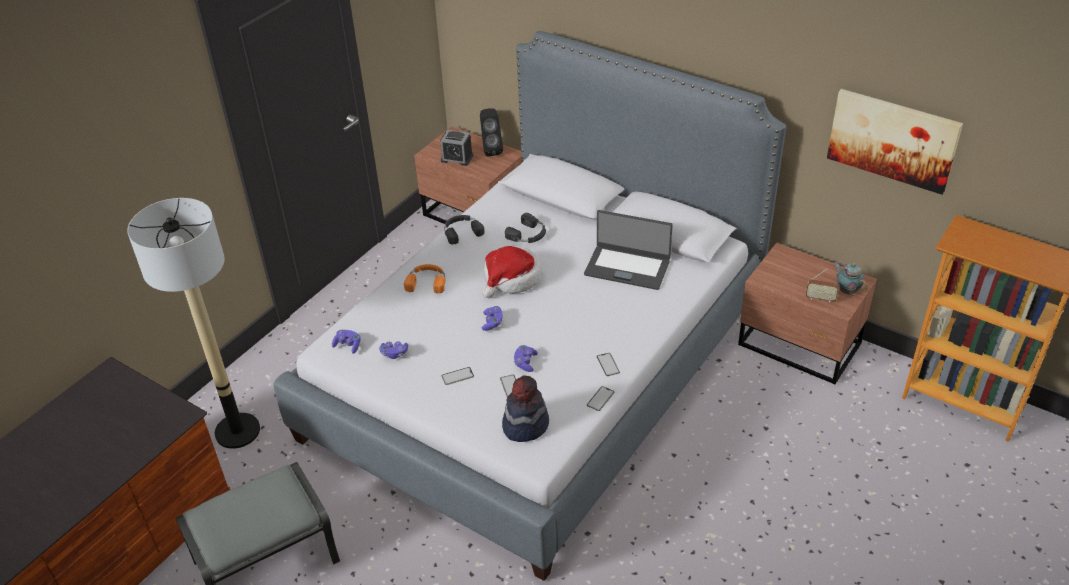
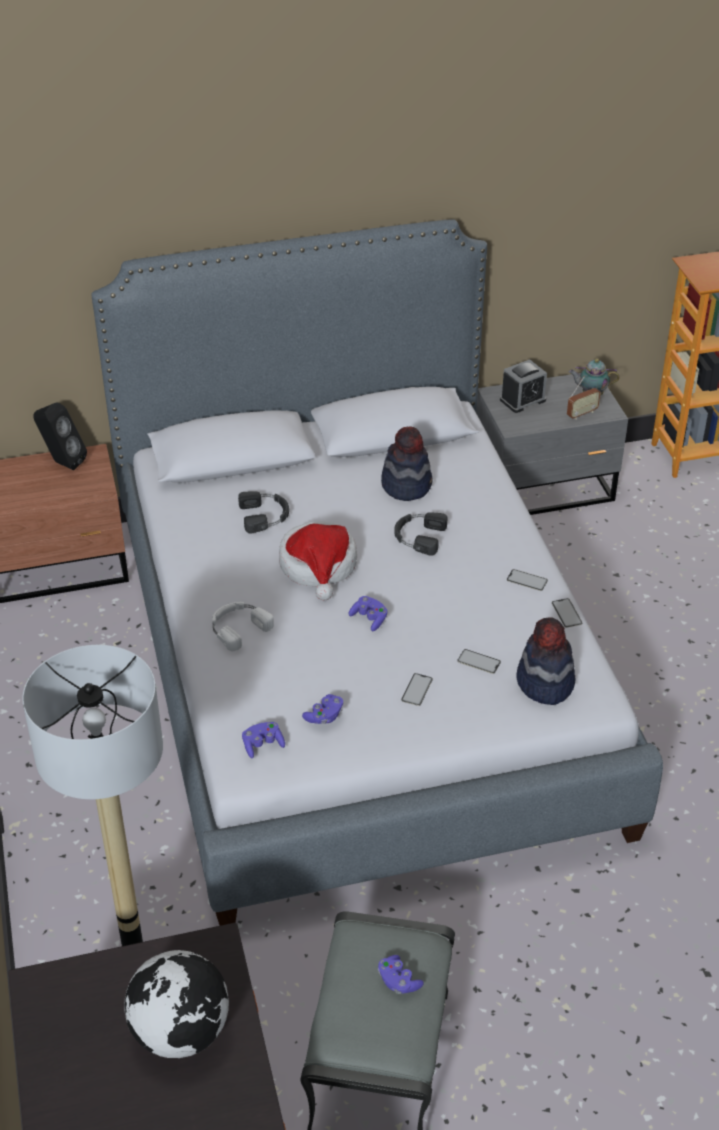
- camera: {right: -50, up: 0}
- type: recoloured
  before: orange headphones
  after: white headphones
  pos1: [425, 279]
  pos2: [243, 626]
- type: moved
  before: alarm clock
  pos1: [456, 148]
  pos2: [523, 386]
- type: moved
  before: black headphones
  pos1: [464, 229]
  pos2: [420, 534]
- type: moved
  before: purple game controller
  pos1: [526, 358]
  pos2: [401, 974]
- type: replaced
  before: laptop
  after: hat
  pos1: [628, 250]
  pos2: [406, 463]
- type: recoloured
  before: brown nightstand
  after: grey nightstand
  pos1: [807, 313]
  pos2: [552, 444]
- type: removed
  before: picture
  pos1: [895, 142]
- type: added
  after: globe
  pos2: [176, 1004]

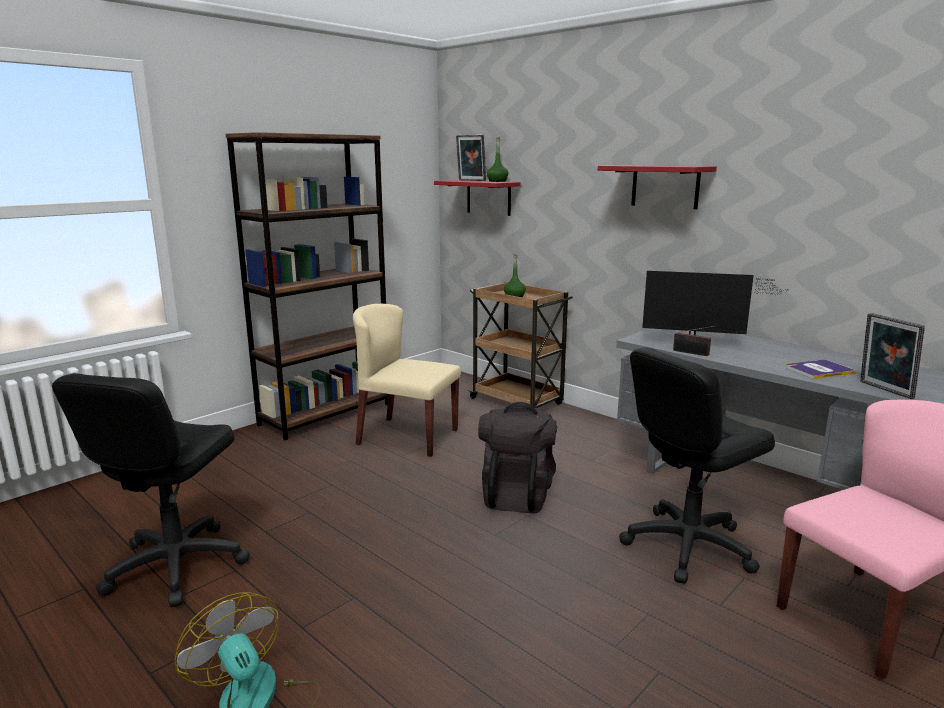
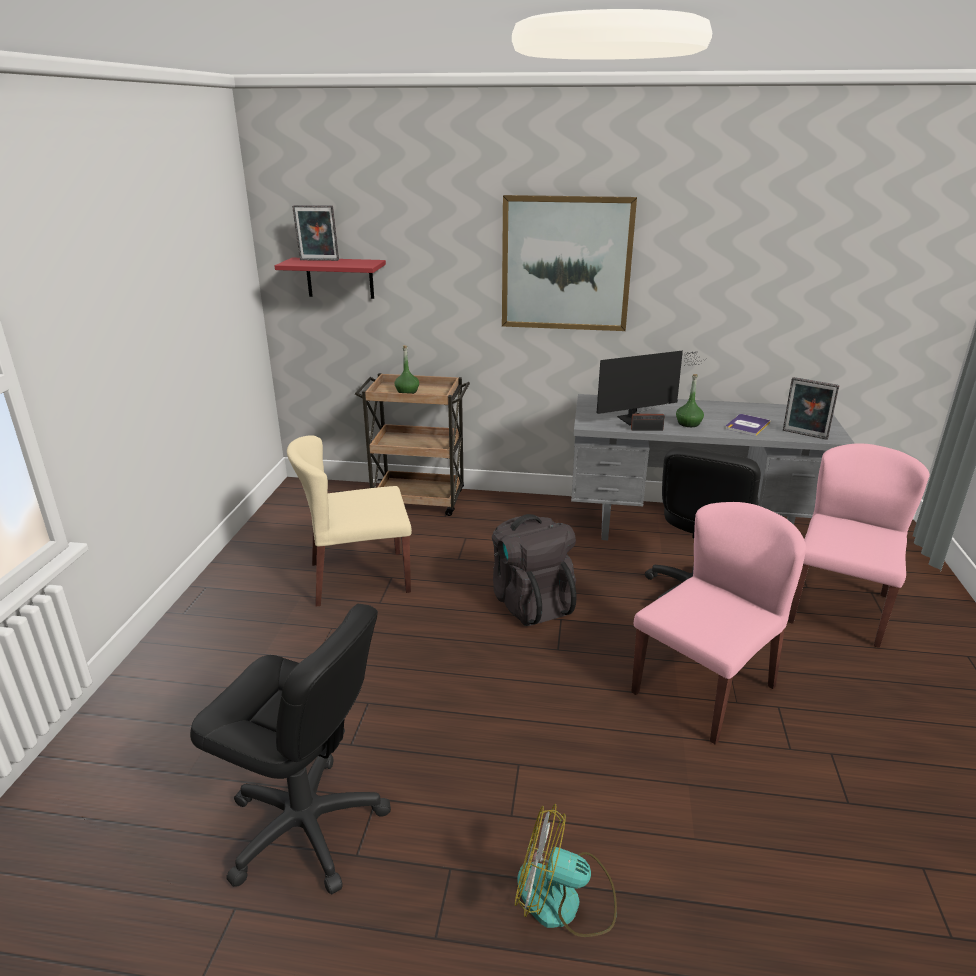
- camera: {right: -35, up: 10}
- type: turned
  before: black office chair
  pos1: [151, 490]
  pos2: [290, 749]
  turn: -45
- type: removed
  before: brown bookcase
  pos1: [307, 286]
- type: moved
  before: green bottle
  pos1: [498, 159]
  pos2: [690, 400]
- type: replaced
  before: red shelf
  after: picture
  pos1: [657, 187]
  pos2: [569, 263]
- type: added
  after: pink chair
  pos2: [718, 623]

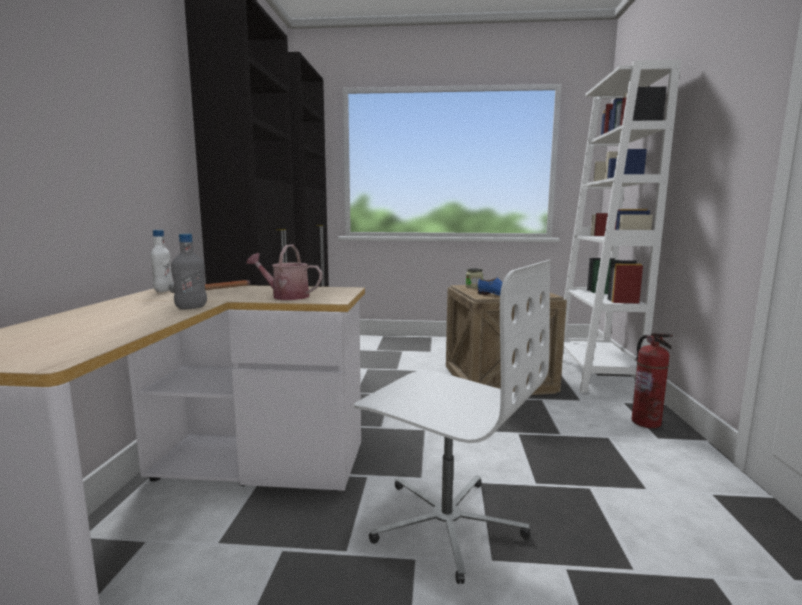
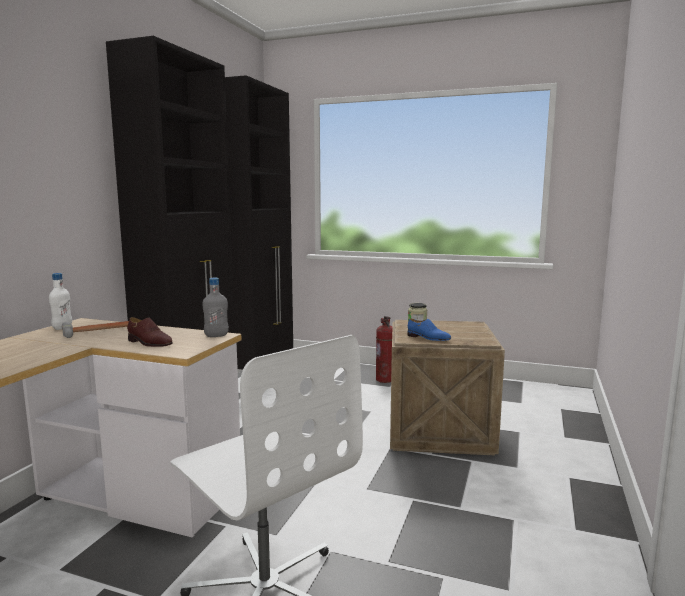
- camera: {right: 15, up: 0}
- type: moved
  before: grey bottle
  pos1: [189, 271]
  pos2: [216, 307]
- type: replaced
  before: watering can
  after: brown shoe
  pos1: [284, 272]
  pos2: [150, 332]
- type: removed
  before: white bookcase
  pos1: [622, 226]
- type: moved
  before: fire extinguisher
  pos1: [652, 380]
  pos2: [384, 349]

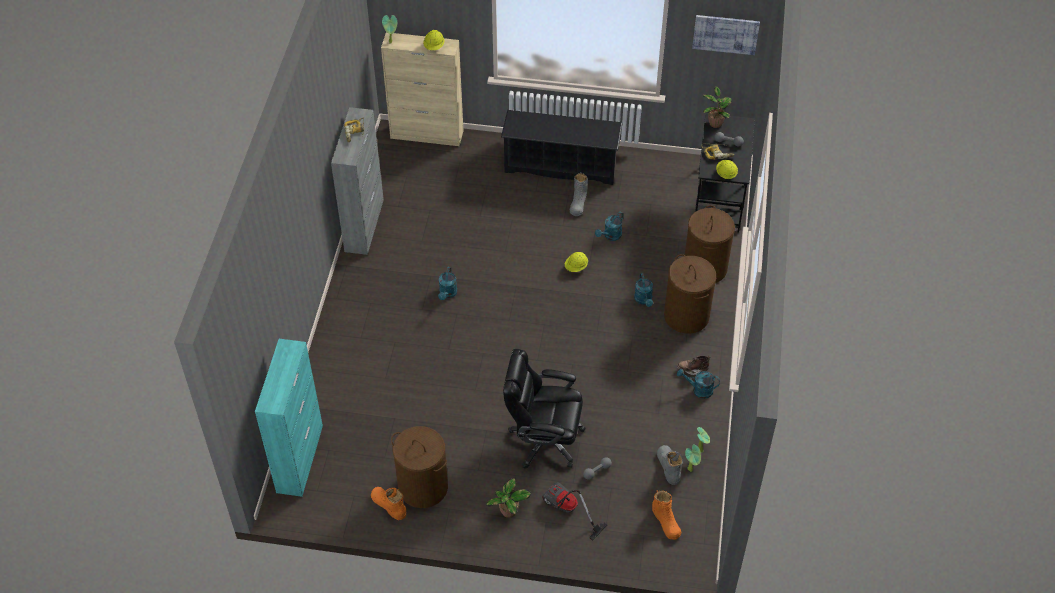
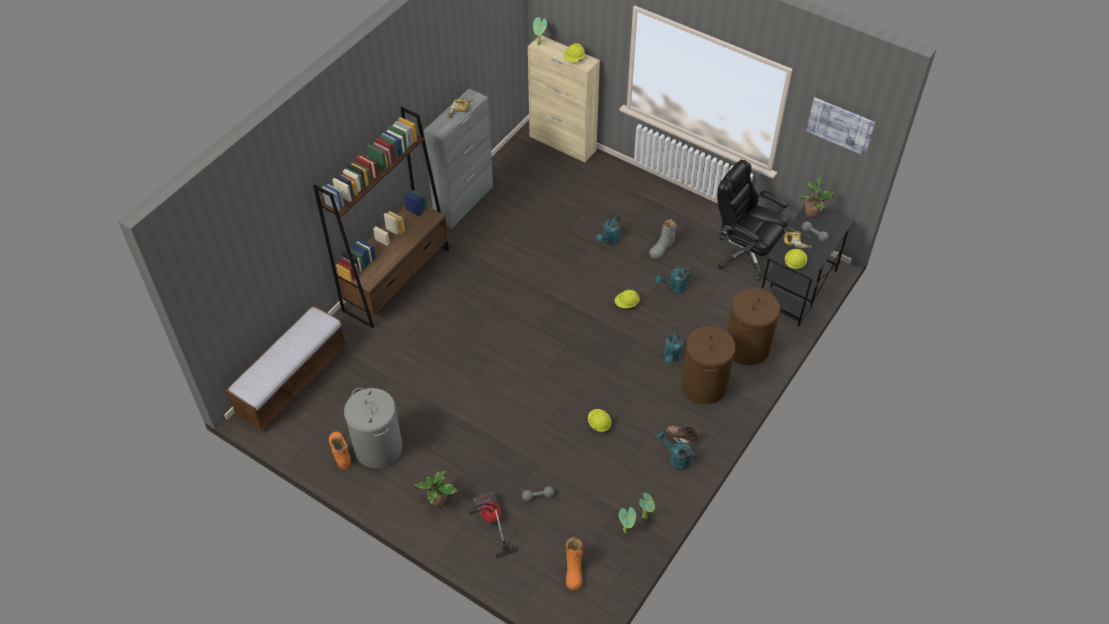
- camera: {right: 25, up: 0}
- type: replaced
  before: turquoise cabinet
  after: bench
  pos1: [289, 418]
  pos2: [286, 368]
- type: recoloured
  before: brown laundry basket
  after: grey laundry basket
  pos1: [419, 467]
  pos2: [373, 428]
- type: moved
  before: turquoise watering can
  pos1: [448, 283]
  pos2: [608, 229]
- type: removed
  before: black shoe rack
  pos1: [562, 147]
- type: moved
  before: black office chair
  pos1: [544, 409]
  pos2: [752, 220]
- type: removed
  before: grey boot
  pos1: [670, 465]
- type: added
  after: brown bookcase
  pos2: [381, 217]
- type: added
  after: yellow hard hat
  pos2: [599, 420]

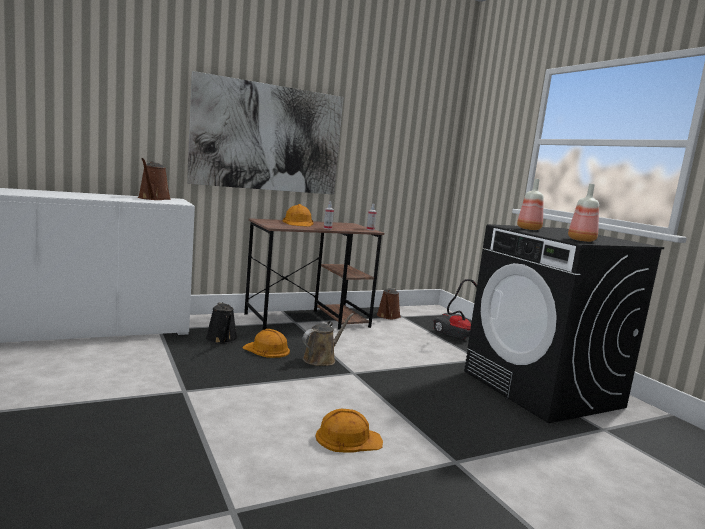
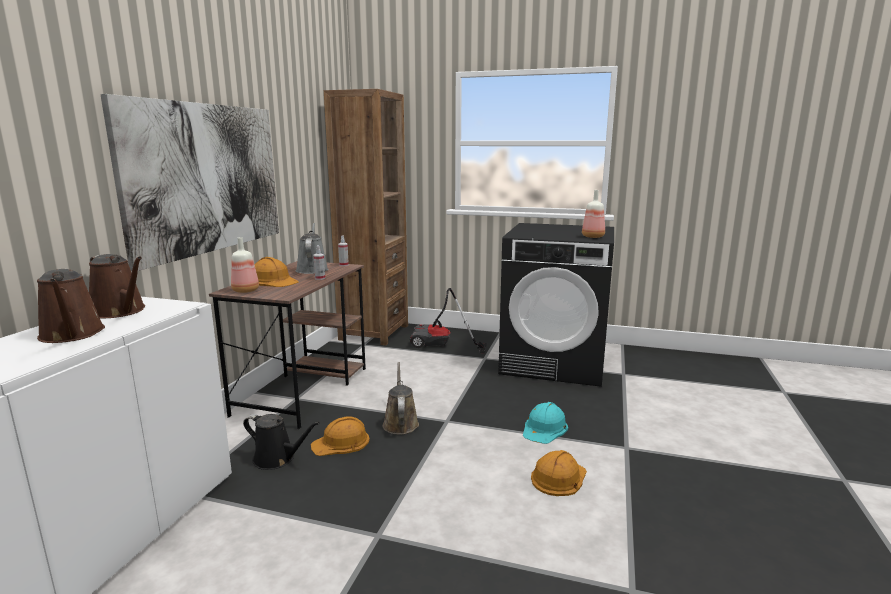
- camera: {right: -45, up: 5}
- type: moved
  before: brown watering can
  pos1: [389, 303]
  pos2: [71, 305]
- type: moved
  before: bottle
  pos1: [530, 204]
  pos2: [245, 265]
- type: added
  after: grey watering can
  pos2: [312, 248]
- type: added
  after: brown bookcase
  pos2: [366, 217]
- type: added
  after: turquoise hard hat
  pos2: [545, 423]

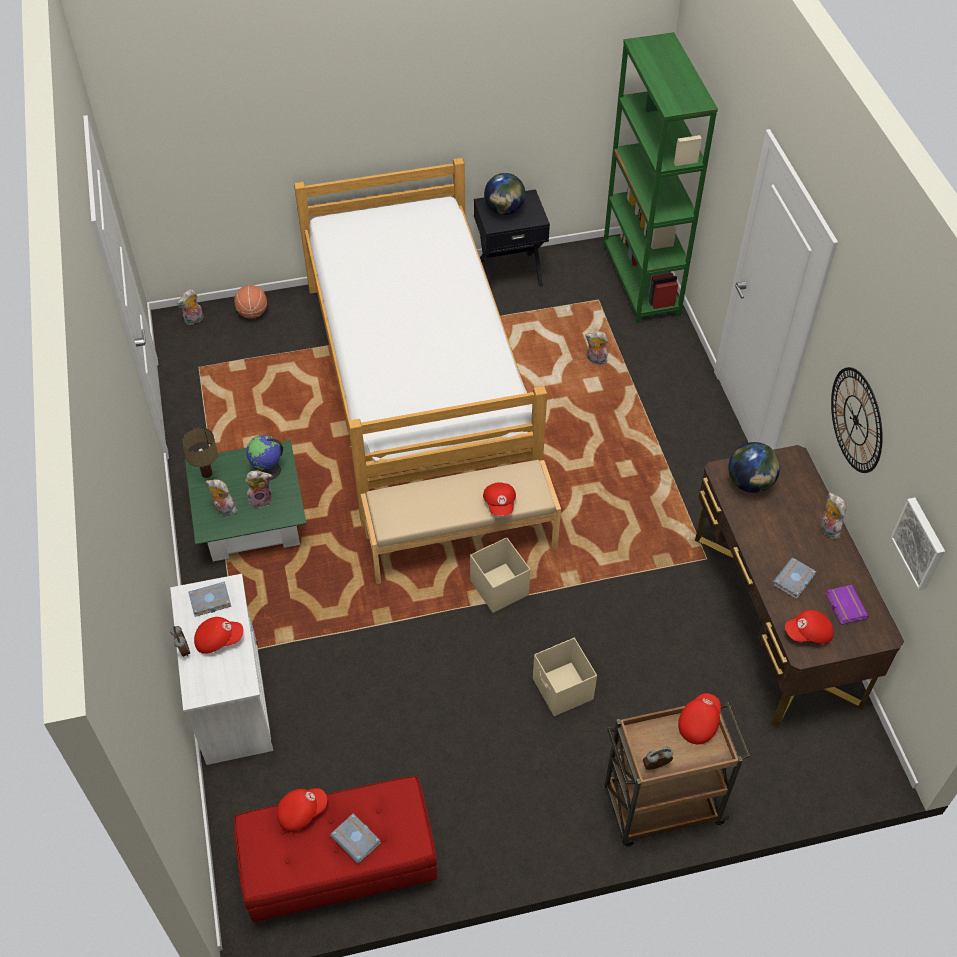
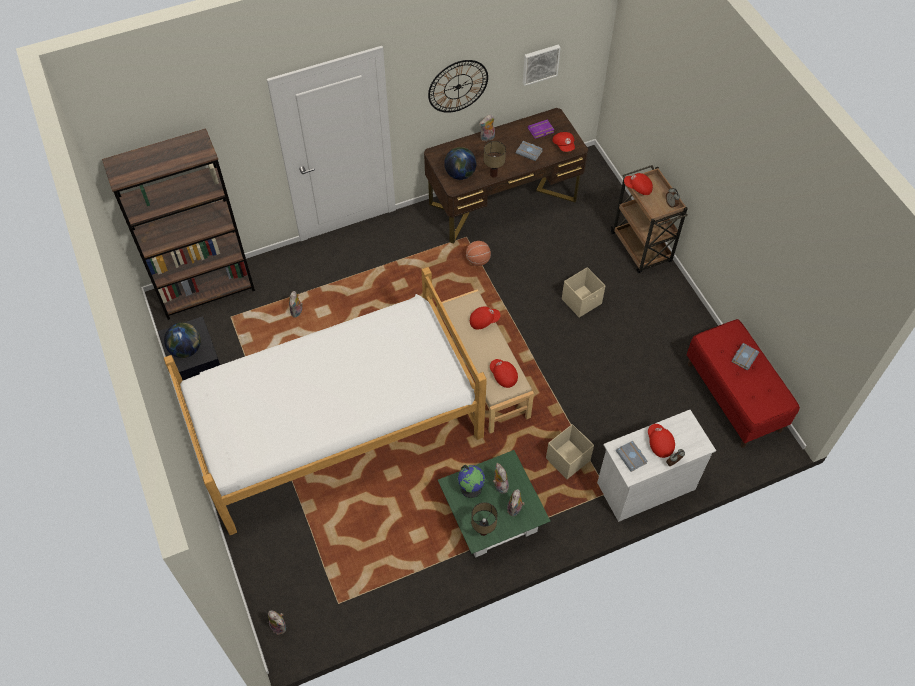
- camera: {right: -100, up: 5}
- type: moved
  before: basketball
  pos1: [250, 301]
  pos2: [478, 253]
- type: moved
  before: red cap
  pos1: [302, 810]
  pos2: [504, 373]
- type: moved
  before: beige storage box
  pos1: [500, 575]
  pos2: [570, 451]
- type: recoloured
  before: green bookcase
  after: brown bookcase
  pos1: [660, 177]
  pos2: [178, 224]
- type: added
  after: table lamp
  pos2: [495, 159]

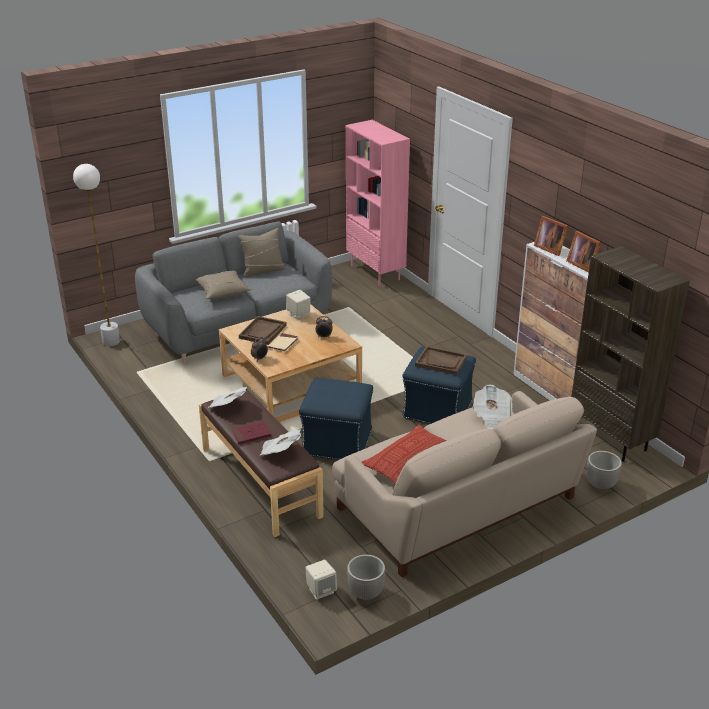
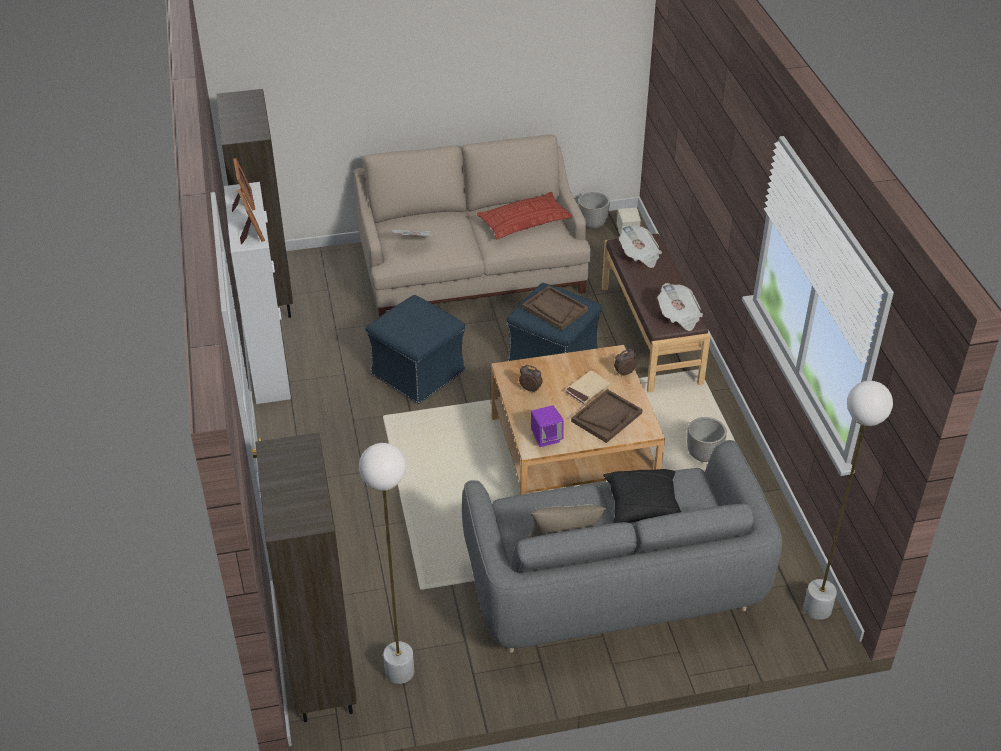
- camera: {right: -160, up: 10}
- type: recoloured
  before: beige pillow
  after: black pillow
  pos1: [223, 285]
  pos2: [642, 496]
- type: removed
  before: red book
  pos1: [251, 433]
- type: recoloured
  before: beige speaker
  after: purple speaker
  pos1: [298, 304]
  pos2: [547, 426]
- type: recoloured
  before: pink bookcase
  after: brown bookcase
  pos1: [378, 203]
  pos2: [306, 577]
- type: moved
  before: brown tray
  pos1: [441, 360]
  pos2: [555, 308]
- type: moved
  before: planter
  pos1: [604, 470]
  pos2: [707, 439]
- type: added
  after: white floor lamp
  pos2: [386, 563]

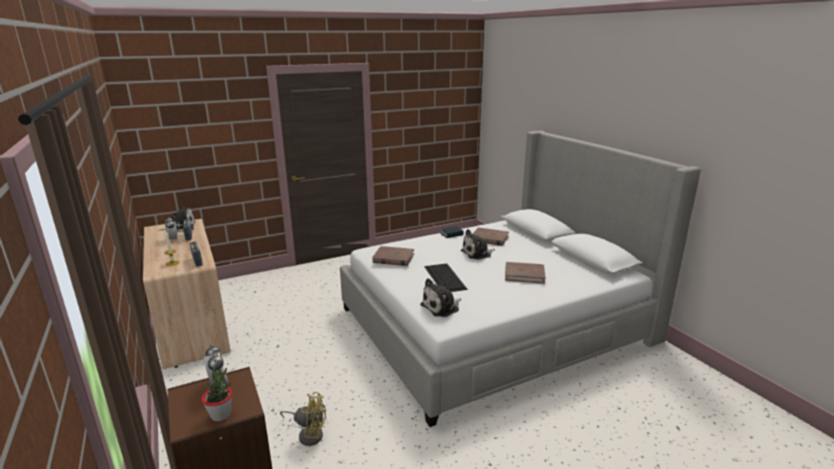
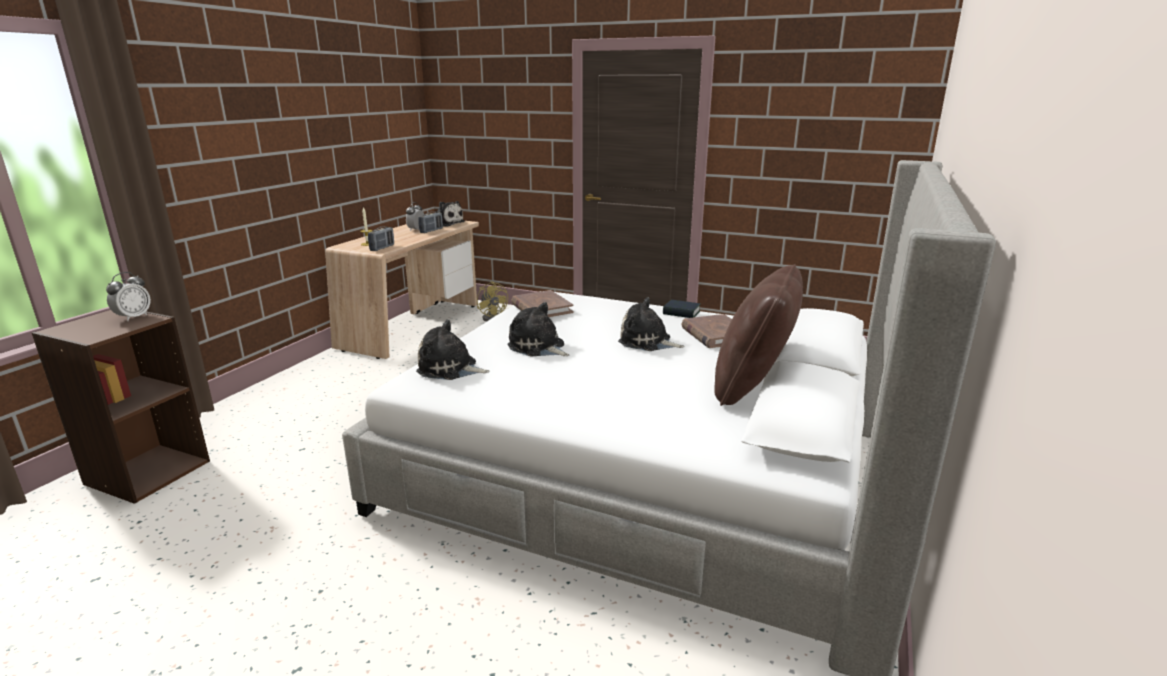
- camera: {right: 50, up: 0}
- type: removed
  before: potted plant
  pos1: [217, 394]
- type: moved
  before: yellow fan
  pos1: [303, 419]
  pos2: [492, 301]
- type: replaced
  before: keyboard
  after: plush toy
  pos1: [446, 277]
  pos2: [538, 329]
- type: removed
  before: brown book
  pos1: [525, 273]
- type: added
  after: brown pillow
  pos2: [758, 335]

